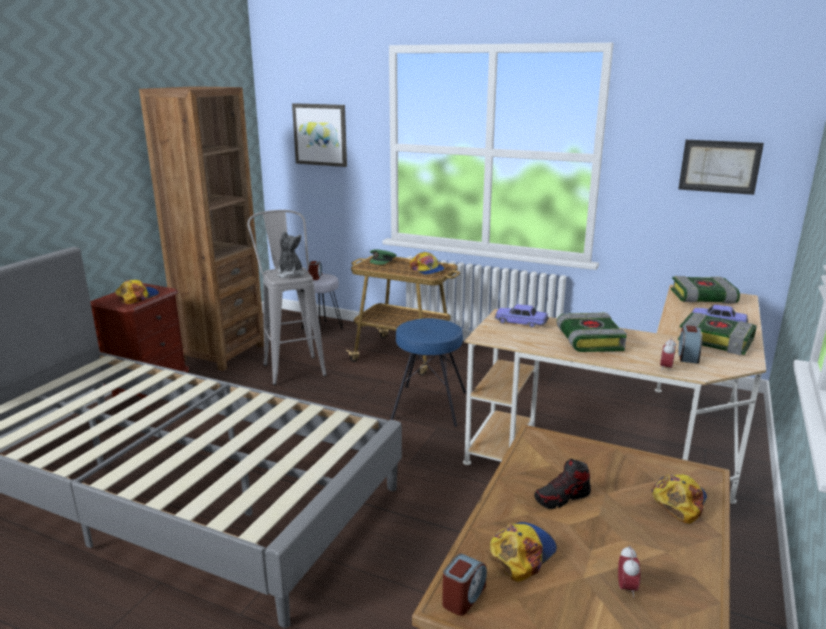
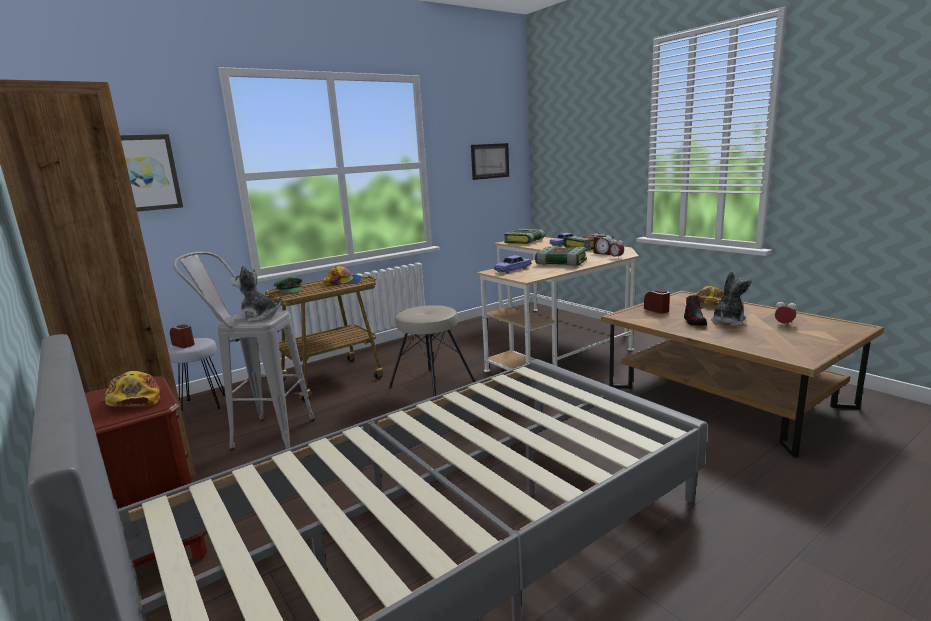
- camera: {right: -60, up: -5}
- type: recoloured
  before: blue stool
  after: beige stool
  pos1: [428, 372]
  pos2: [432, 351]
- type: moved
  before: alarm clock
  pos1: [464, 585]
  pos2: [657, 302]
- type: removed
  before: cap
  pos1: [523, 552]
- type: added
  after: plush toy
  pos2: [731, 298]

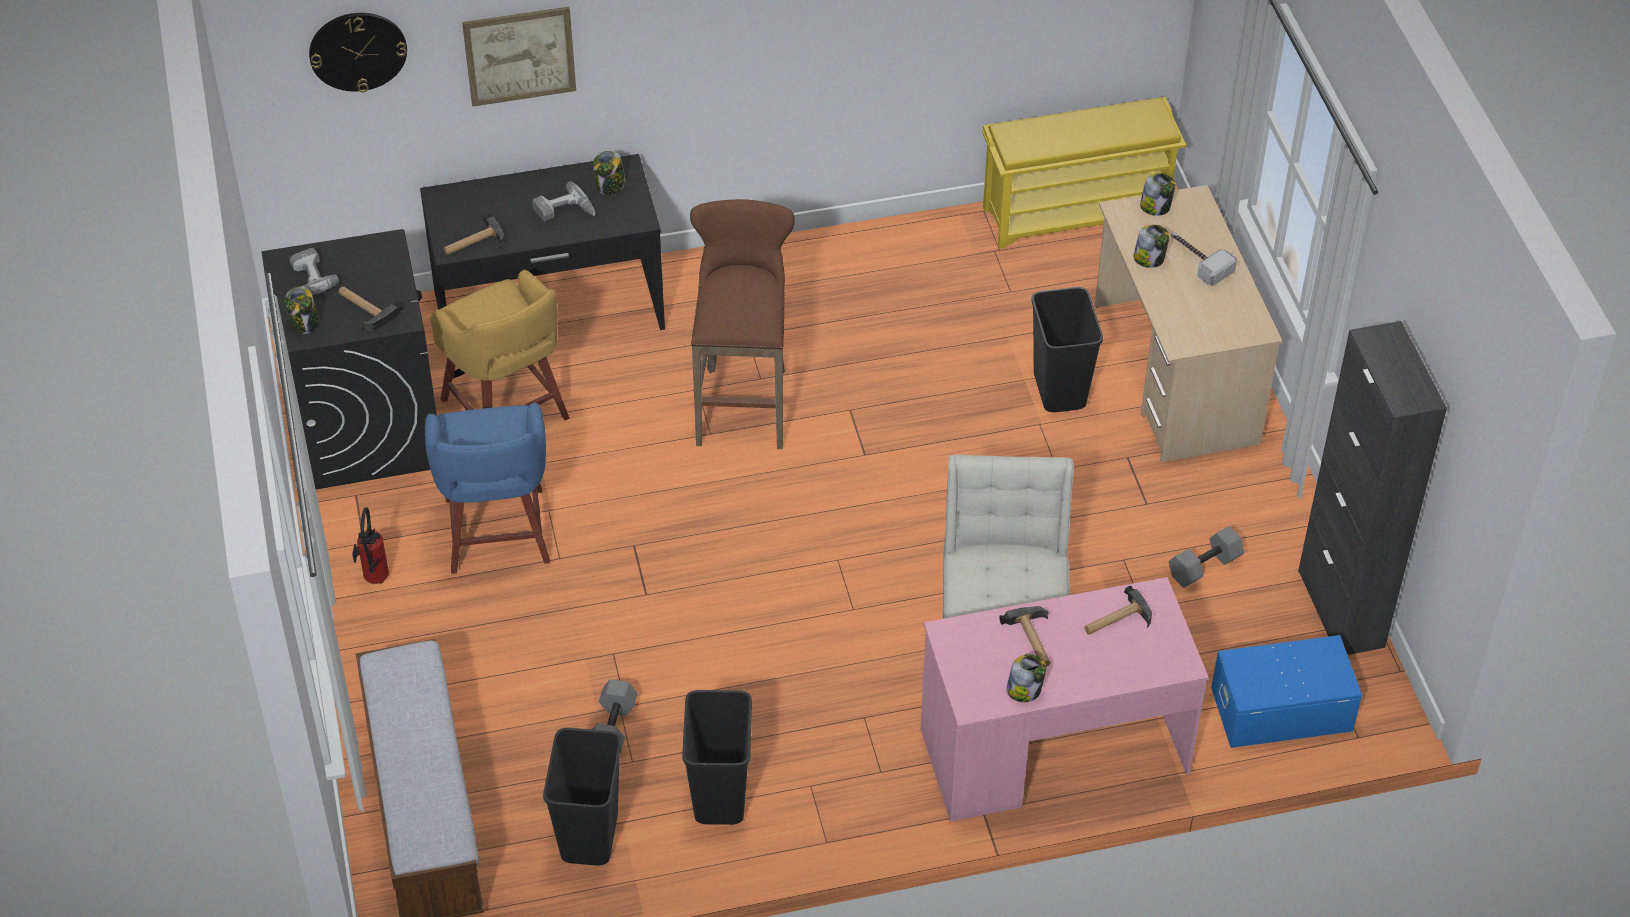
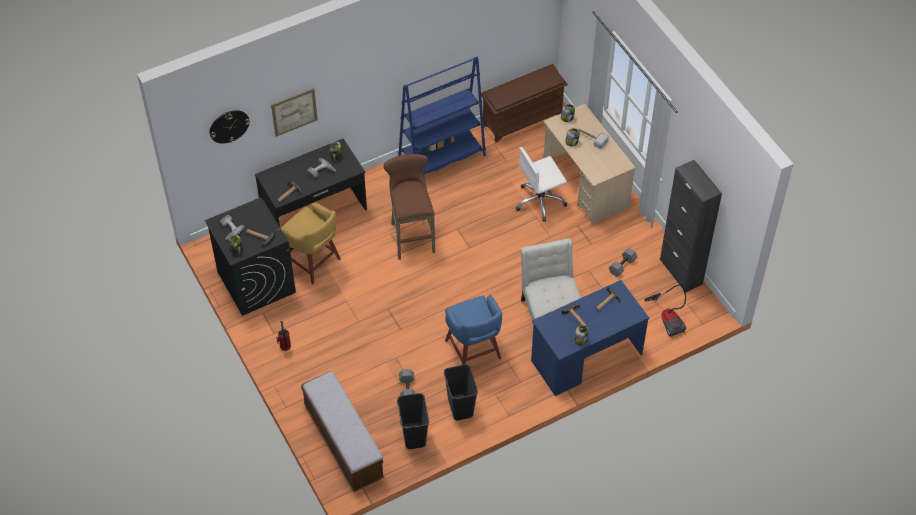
- camera: {right: -15, up: 5}
- type: moved
  before: blue stool
  pos1: [487, 488]
  pos2: [473, 330]
- type: recoloured
  before: pink desk
  after: blue desk
  pos1: [1065, 699]
  pos2: [590, 338]
- type: recoloured
  before: yellow shoe rack
  after: brown shoe rack
  pos1: [1084, 172]
  pos2: [524, 103]
- type: replaced
  before: black trash can
  after: white office chair
  pos1: [1067, 349]
  pos2: [541, 184]
- type: replaced
  before: blue storage box
  after: vacuum cleaner
  pos1: [1286, 691]
  pos2: [665, 310]
- type: added
  after: blue bookcase
  pos2: [442, 116]

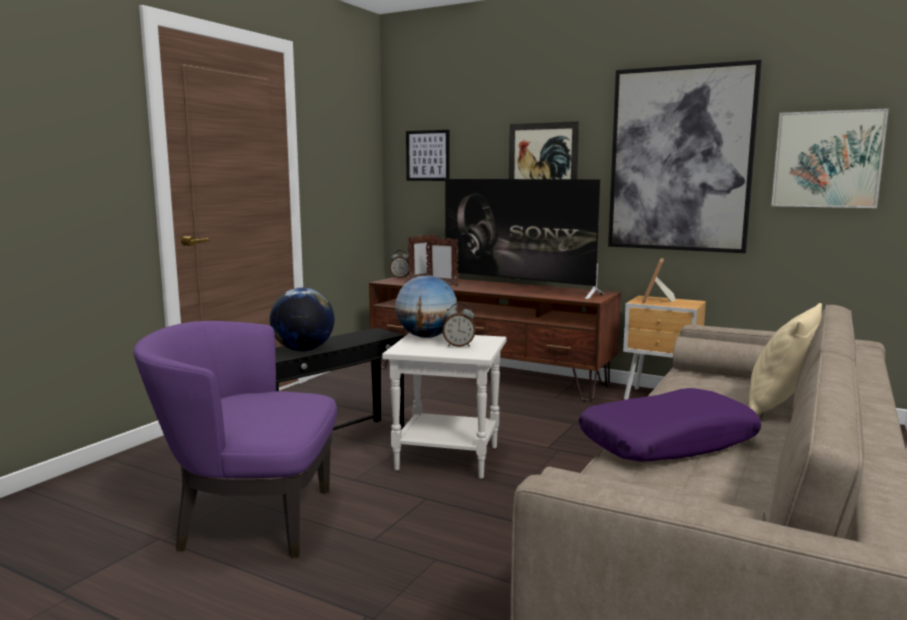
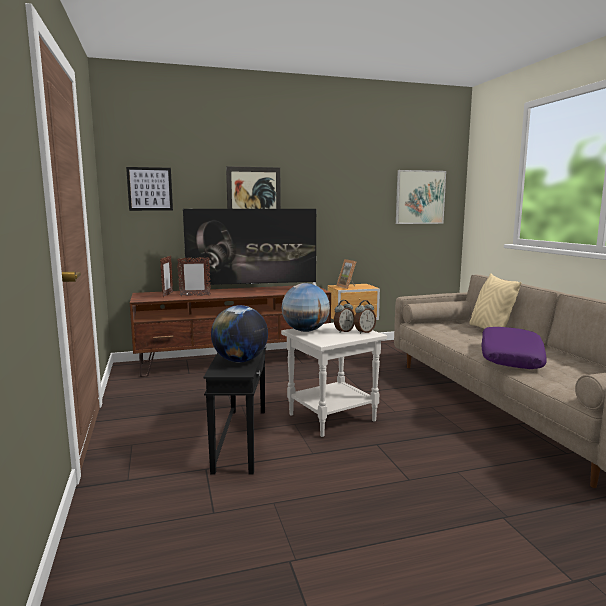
- camera: {right: -45, up: 0}
- type: removed
  before: purple armchair
  pos1: [235, 439]
- type: moved
  before: alarm clock
  pos1: [400, 264]
  pos2: [365, 317]
- type: removed
  before: picture
  pos1: [685, 156]

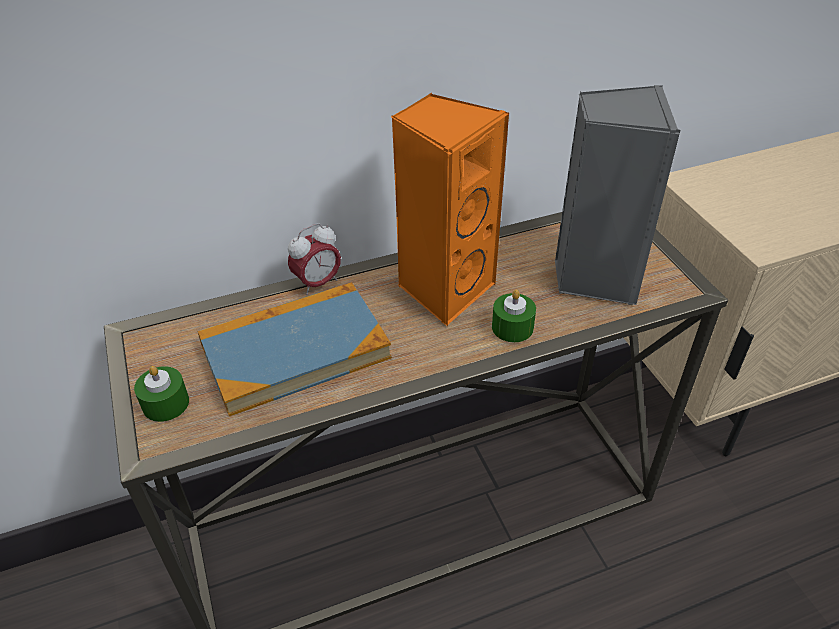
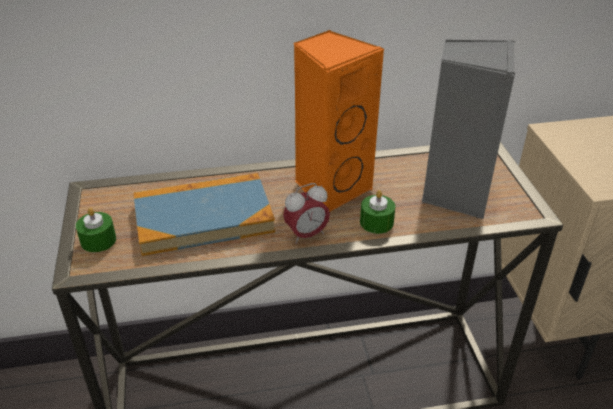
- camera: {right: 10, up: -5}
- type: moved
  before: alarm clock
  pos1: [314, 259]
  pos2: [306, 213]

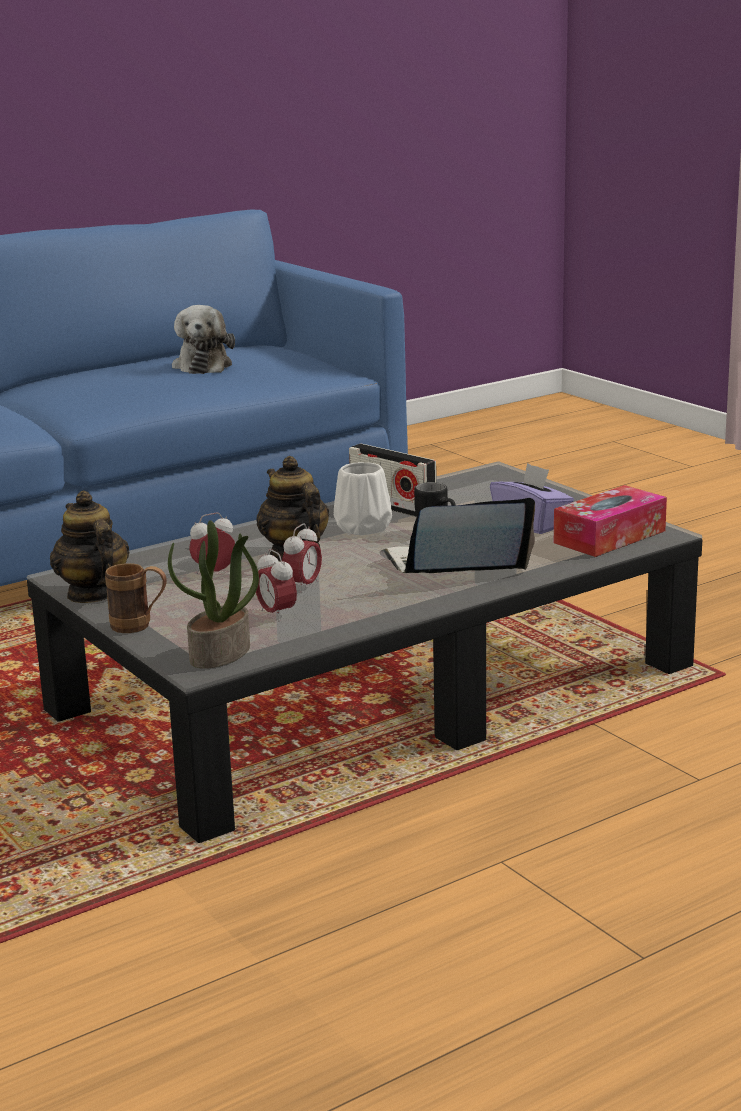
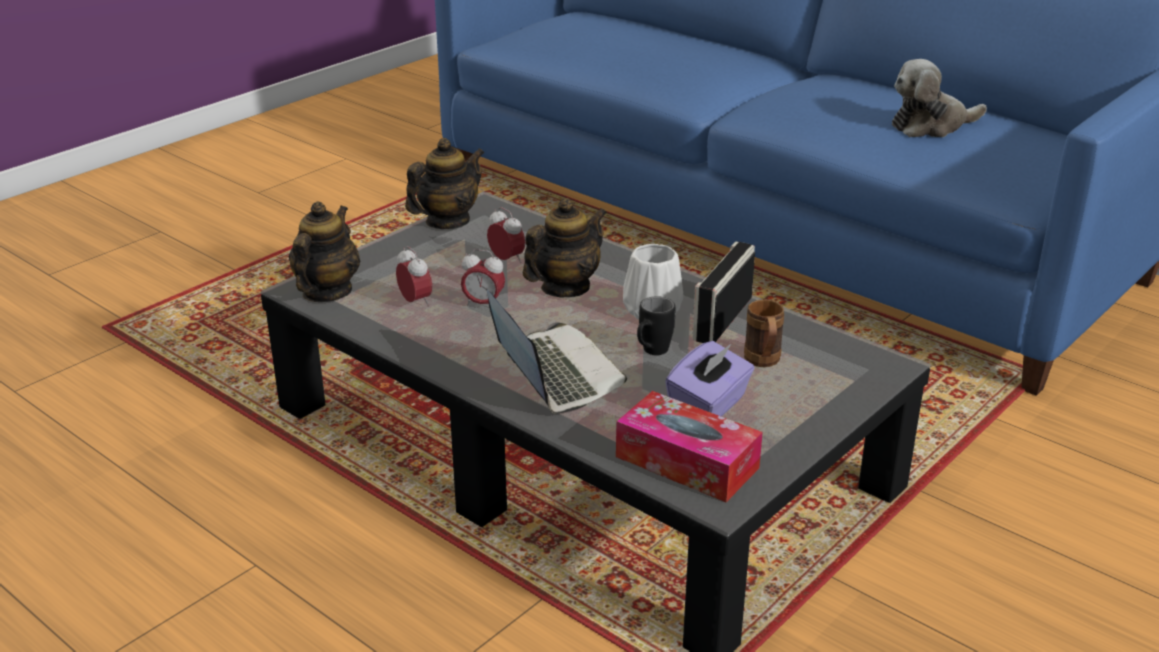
- camera: {right: 75, up: 10}
- type: moved
  before: brown mug
  pos1: [136, 598]
  pos2: [764, 333]
- type: replaced
  before: potted plant
  after: teapot
  pos1: [213, 594]
  pos2: [324, 252]
- type: turned
  before: alarm clock
  pos1: [276, 585]
  pos2: [414, 276]
  turn: 105

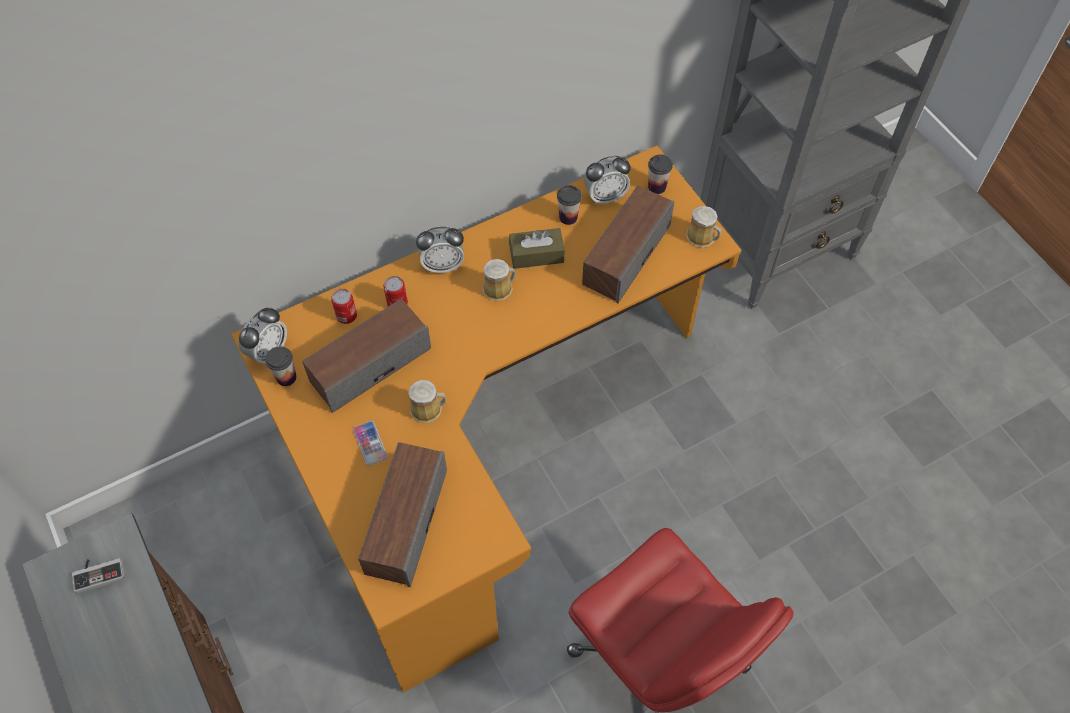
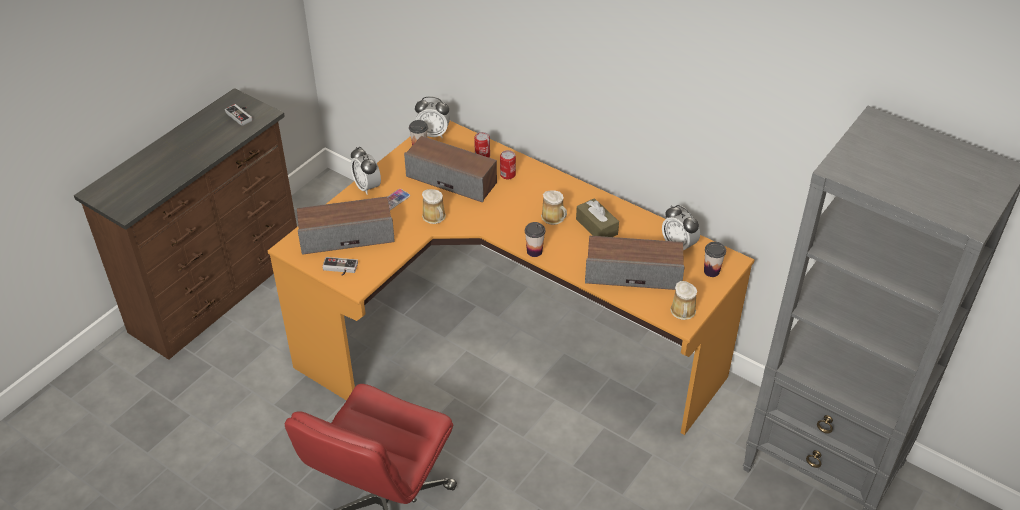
- camera: {right: 65, up: -15}
- type: moved
  before: alarm clock
  pos1: [440, 250]
  pos2: [366, 171]
- type: moved
  before: cup
  pos1: [569, 205]
  pos2: [535, 239]
- type: added
  after: game controller
  pos2: [340, 266]

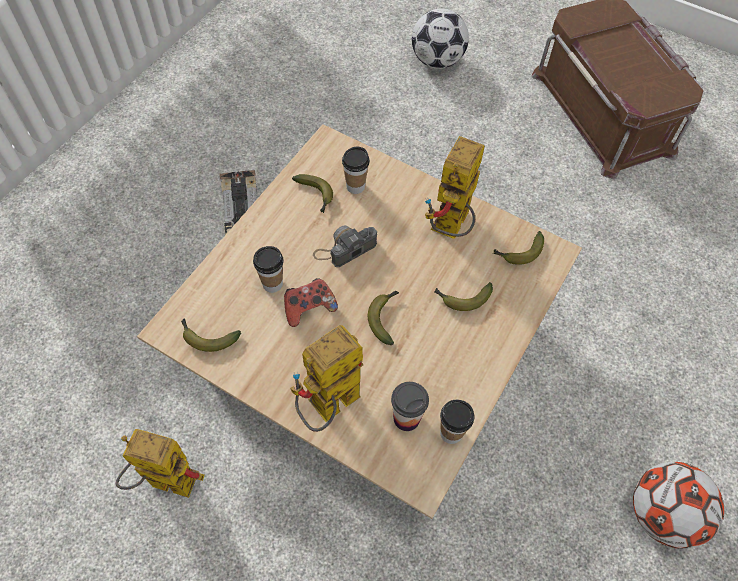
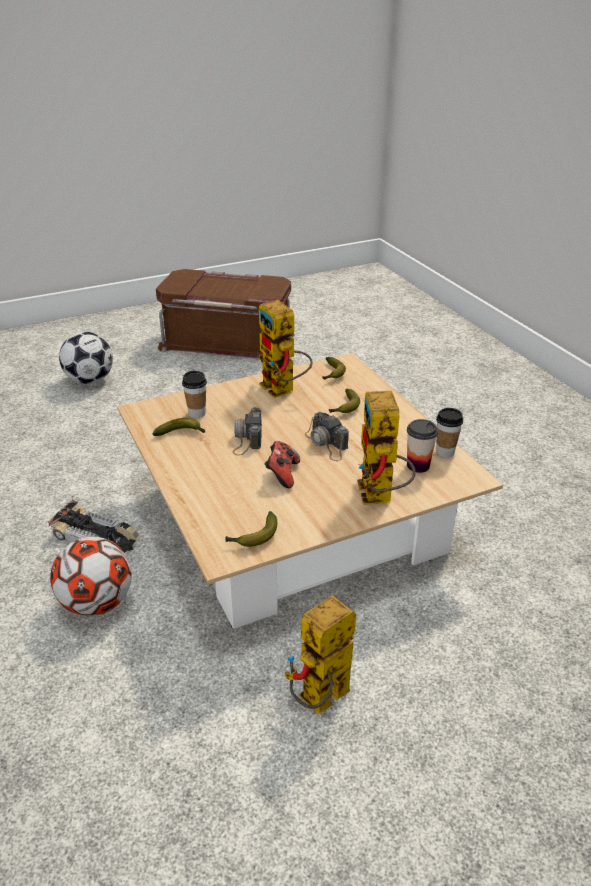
- camera: {right: -55, up: -25}
- type: removed
  before: cup
  pos1: [268, 269]
- type: replaced
  before: banana
  after: photo camera
  pos1: [383, 318]
  pos2: [327, 436]
- type: moved
  before: football
  pos1: [678, 505]
  pos2: [90, 576]

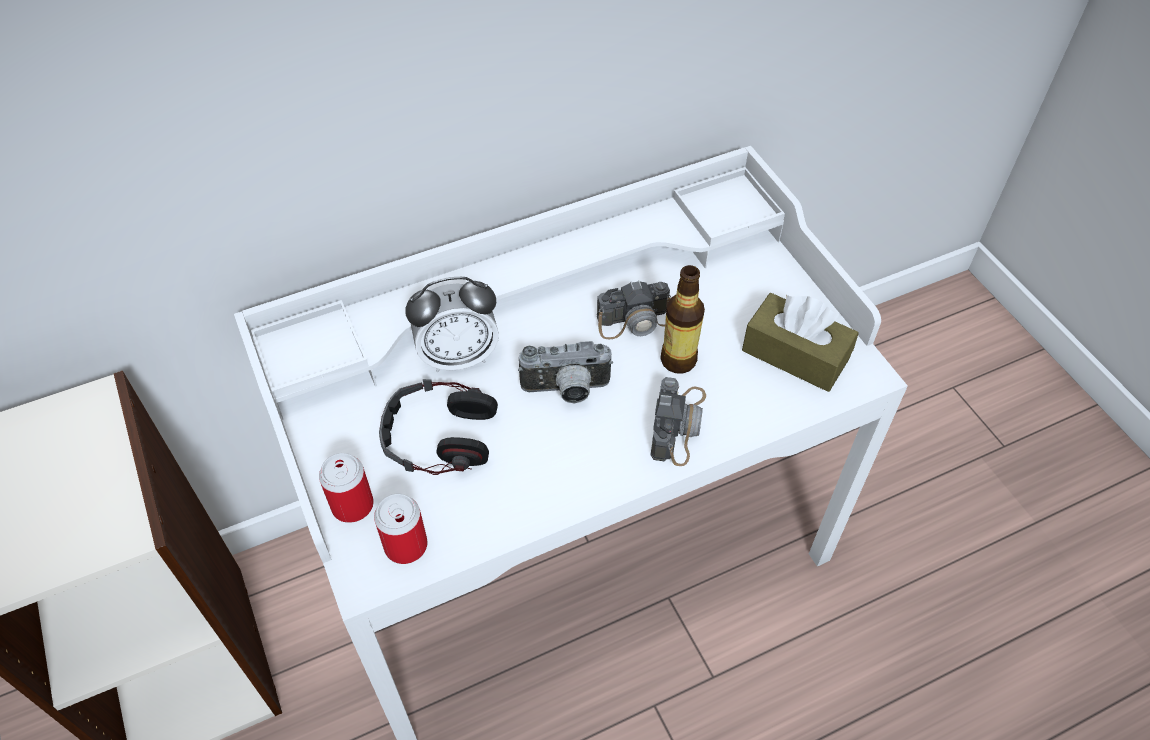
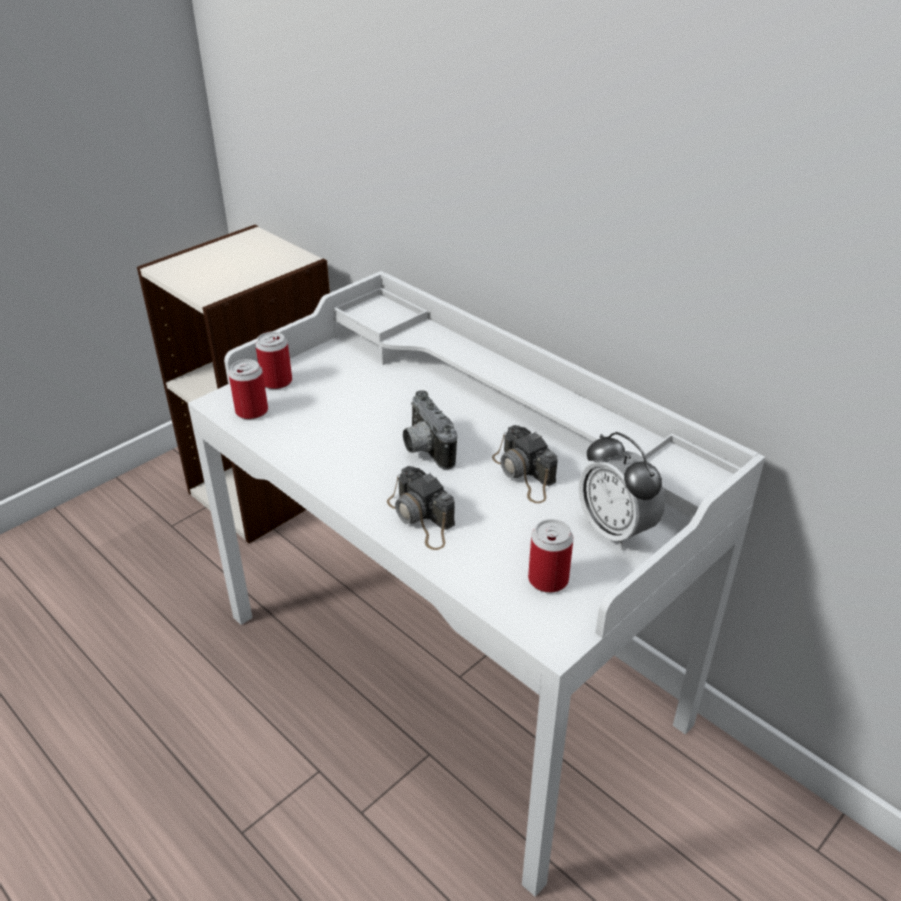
- camera: {right: 70, up: -15}
- type: removed
  before: headphones
  pos1: [438, 427]
- type: moved
  before: alarm clock
  pos1: [452, 324]
  pos2: [621, 491]
- type: turned
  before: photo camera
  pos1: [678, 421]
  pos2: [421, 508]
  turn: 60
- type: removed
  before: bottle
  pos1: [682, 319]
- type: replaced
  before: brown tissue box
  after: can
  pos1: [800, 342]
  pos2: [550, 556]

